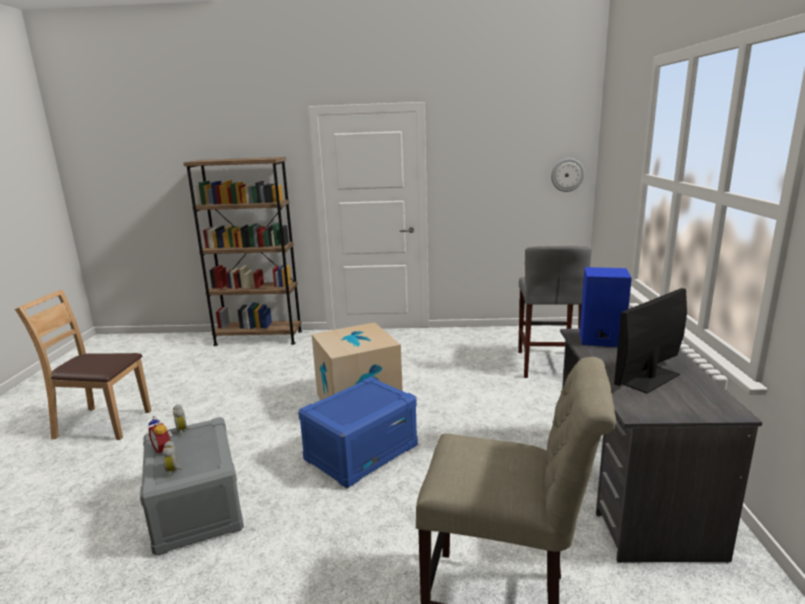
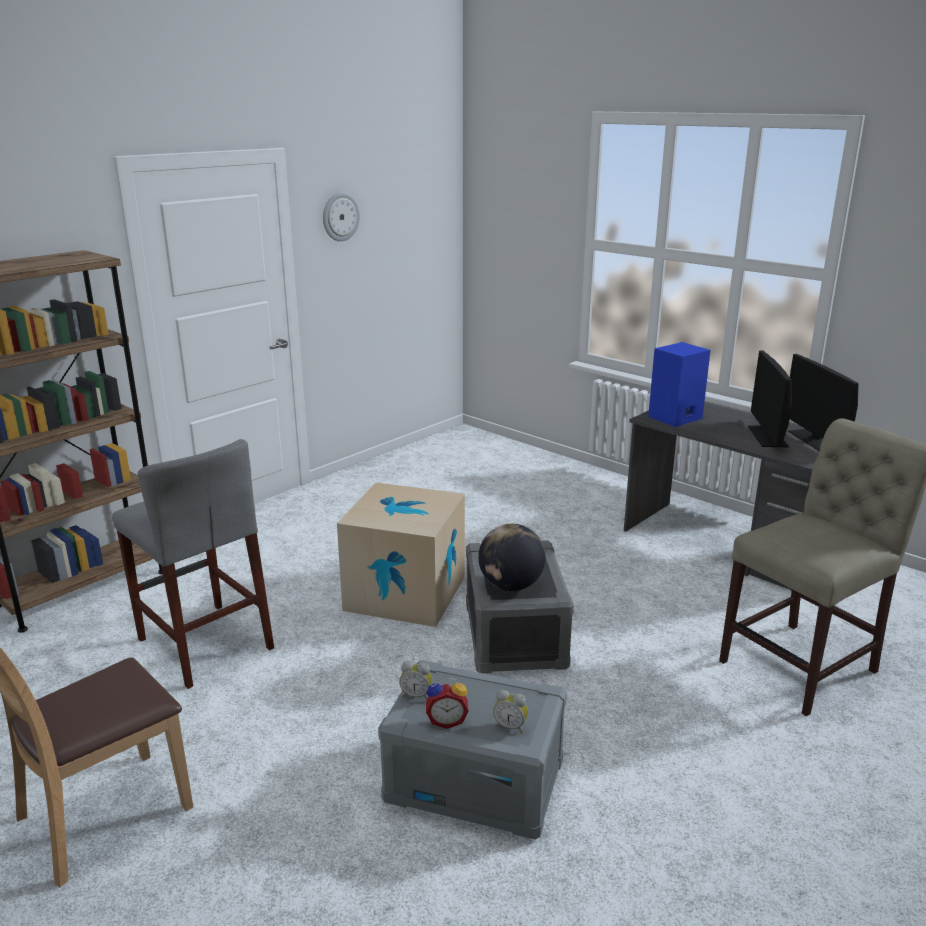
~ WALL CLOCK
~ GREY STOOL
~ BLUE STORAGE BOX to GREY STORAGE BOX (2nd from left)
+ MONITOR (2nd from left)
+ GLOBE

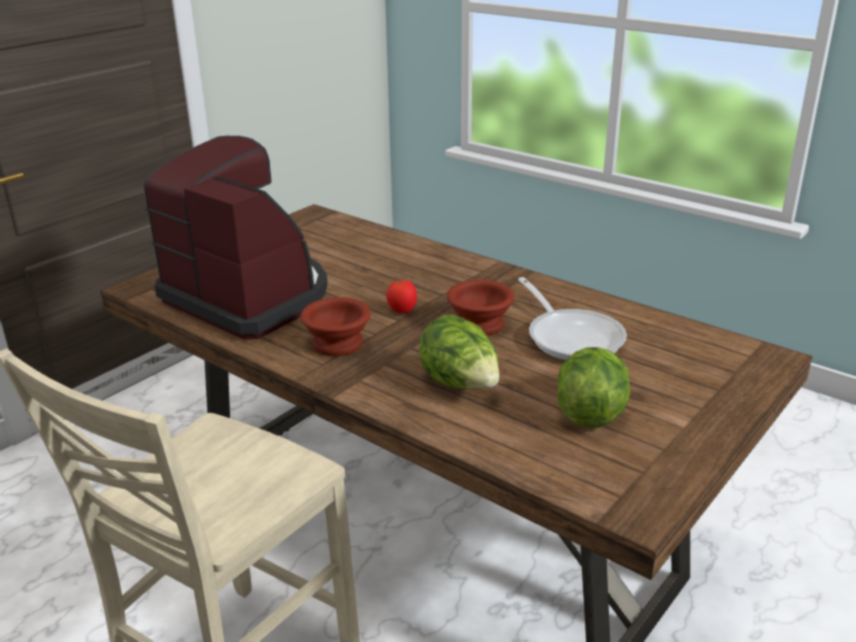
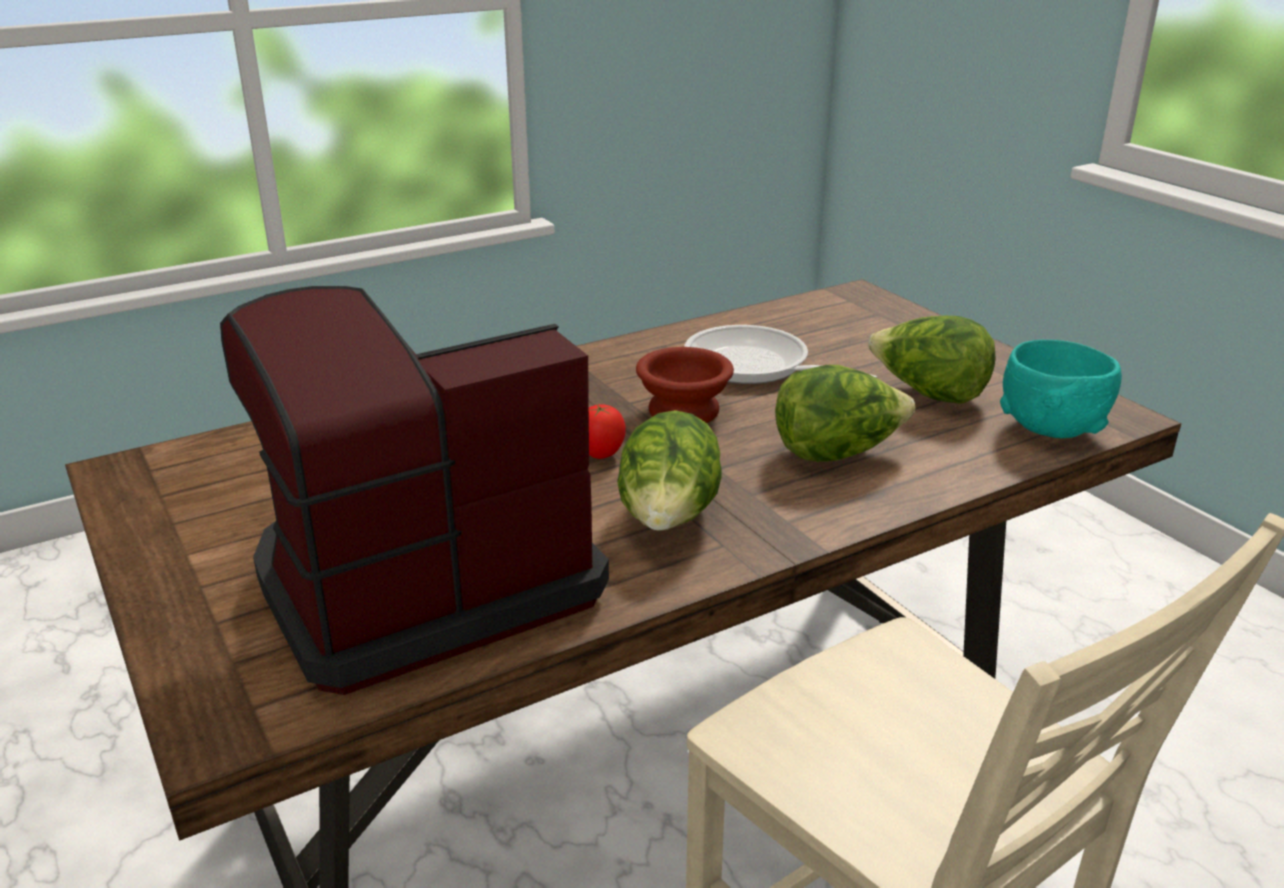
~ FRYING PAN 135 degrees counterclockwise
~ BROWN BOWL (1st from left) to LETTUCE (1st from left)
+ TURQUOISE BOWL

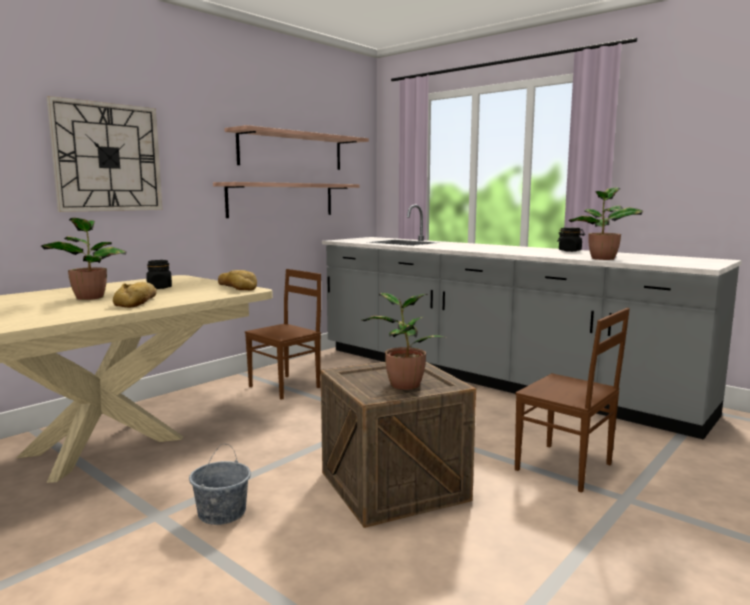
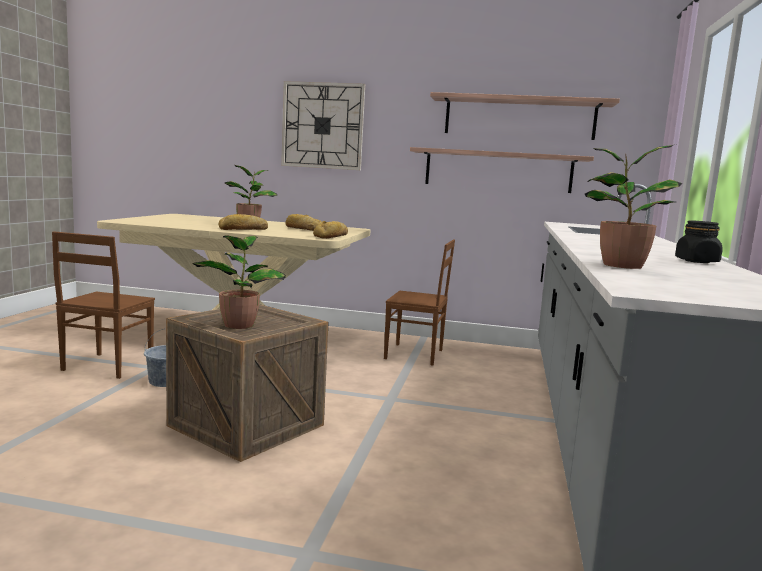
~ BLACK JAR (1st from left) to BREAD (2nd from left)
~ BROWN CHAIR (2nd from left in the first image) to BROWN CHAIR (1st from left)

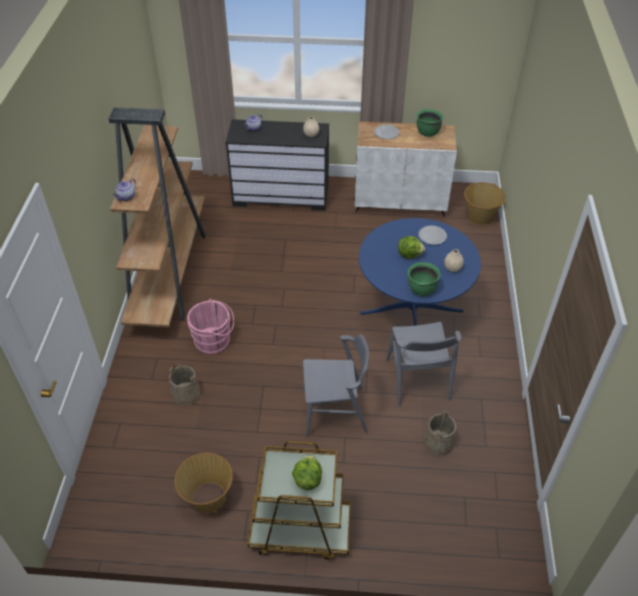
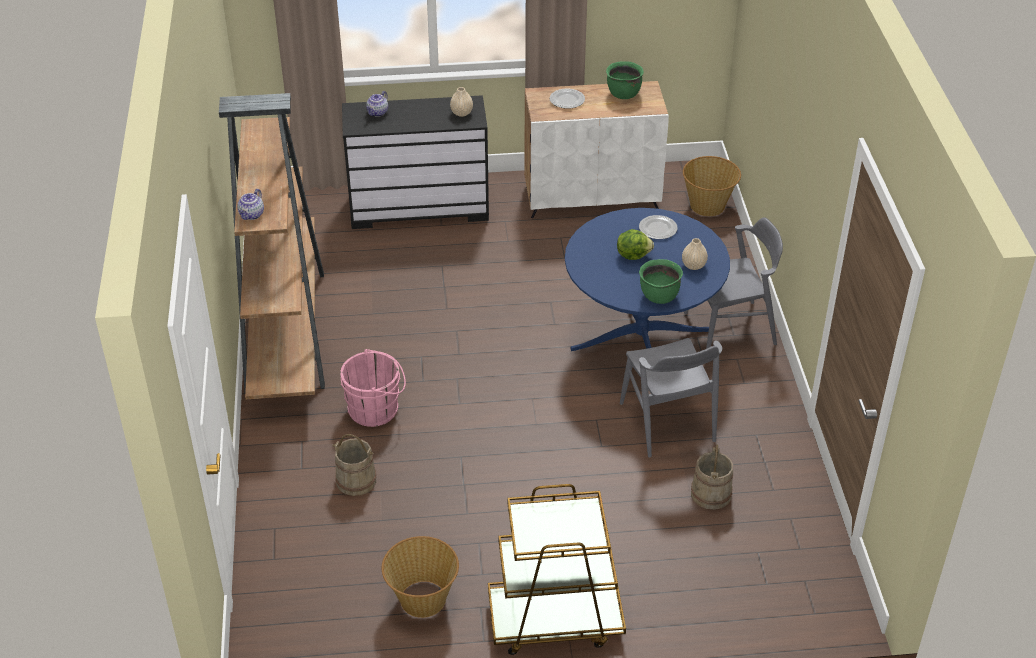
~ GREY CHAIR (1st from left in the first image) to GREY CHAIR (2nd from left)
- LETTUCE (1st from left)

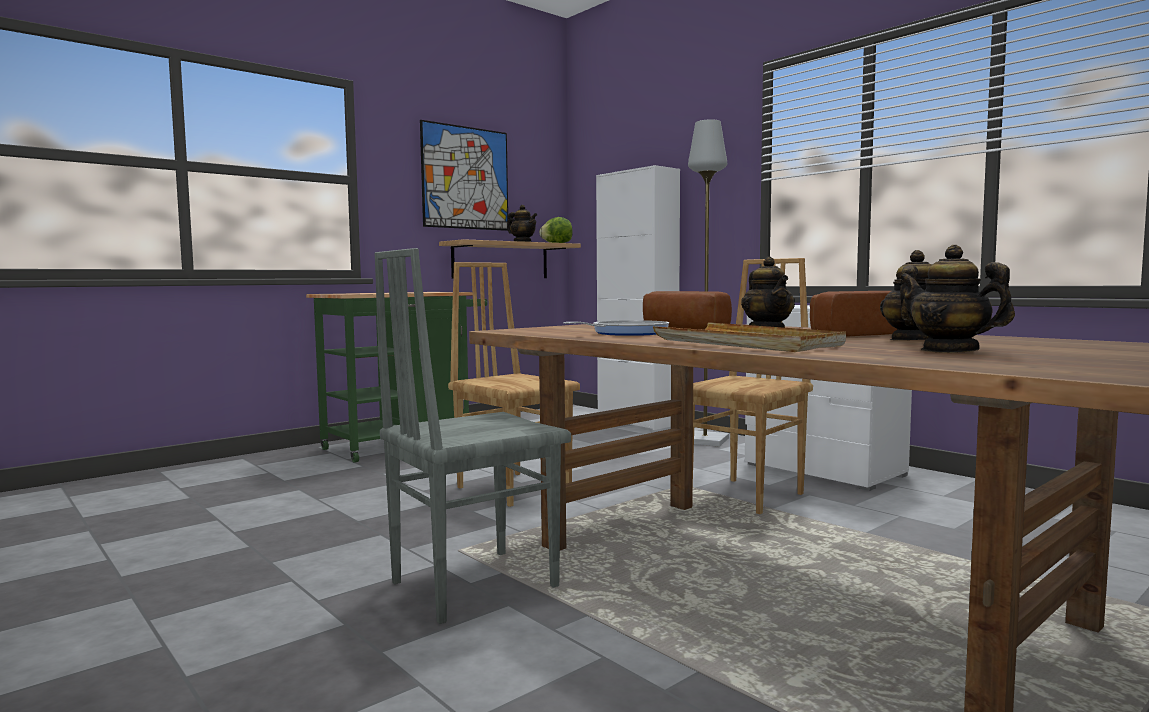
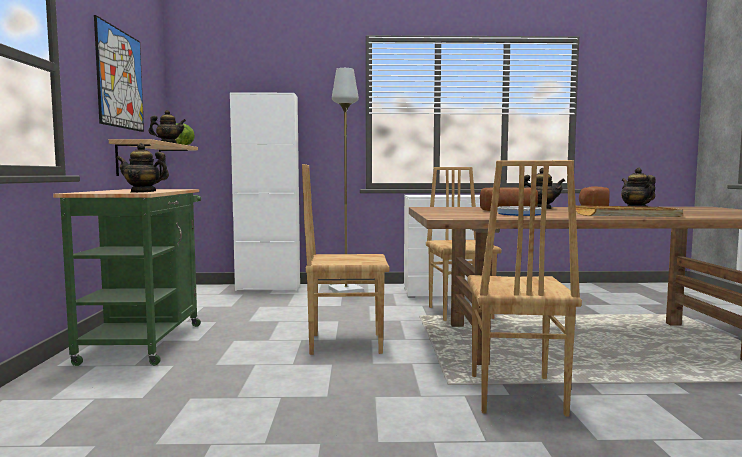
~ TEAPOT (4th from left in the first image) to TEAPOT (1st from left)
~ GREY CHAIR to BROWN CHAIR (3rd from left)

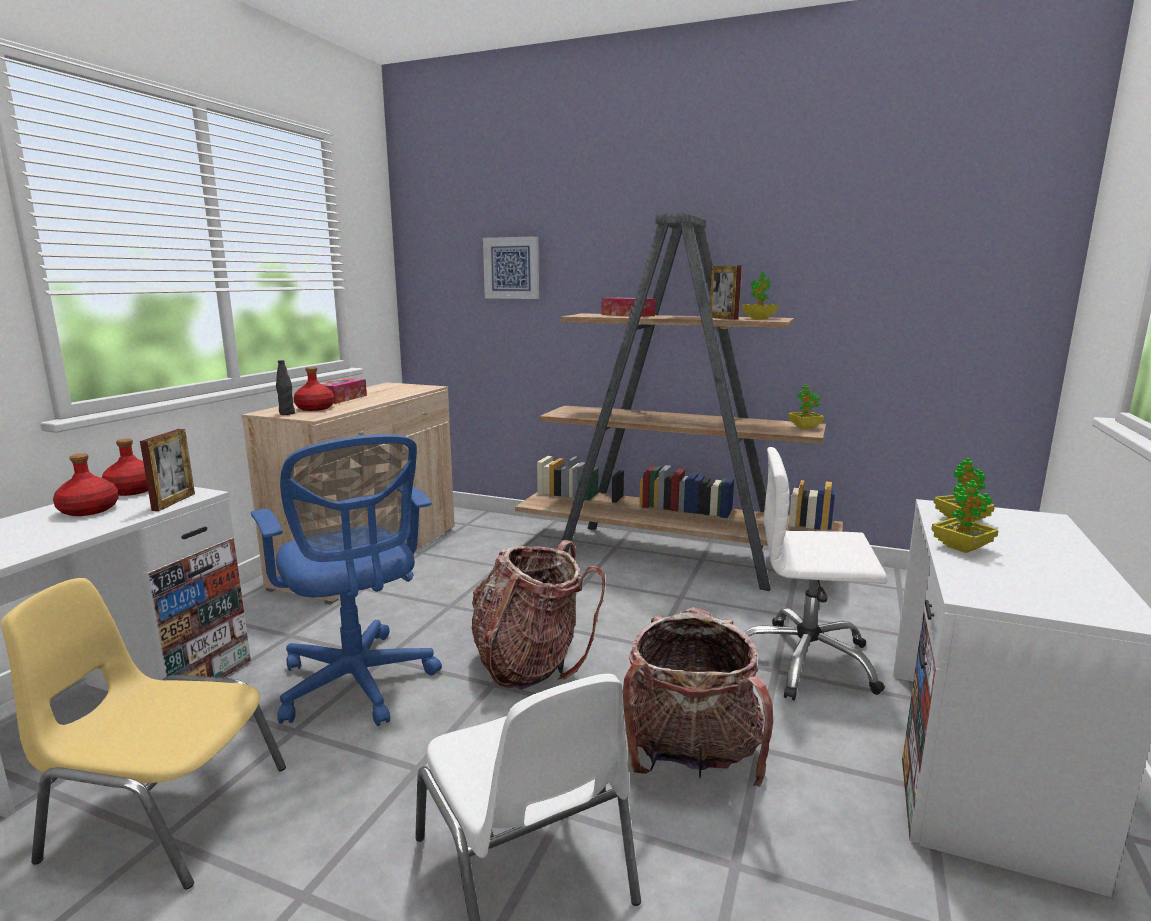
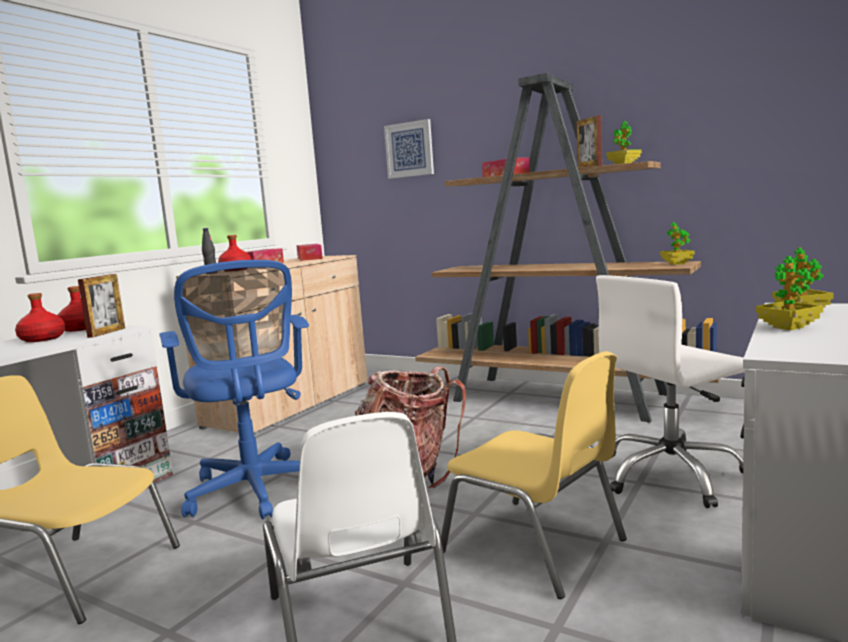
~ WHITE OFFICE CHAIR 45 degrees counterclockwise
~ BACKPACK (2nd from left) to YELLOW CHAIR (2nd from left)
+ TISSUE BOX (2nd from left)

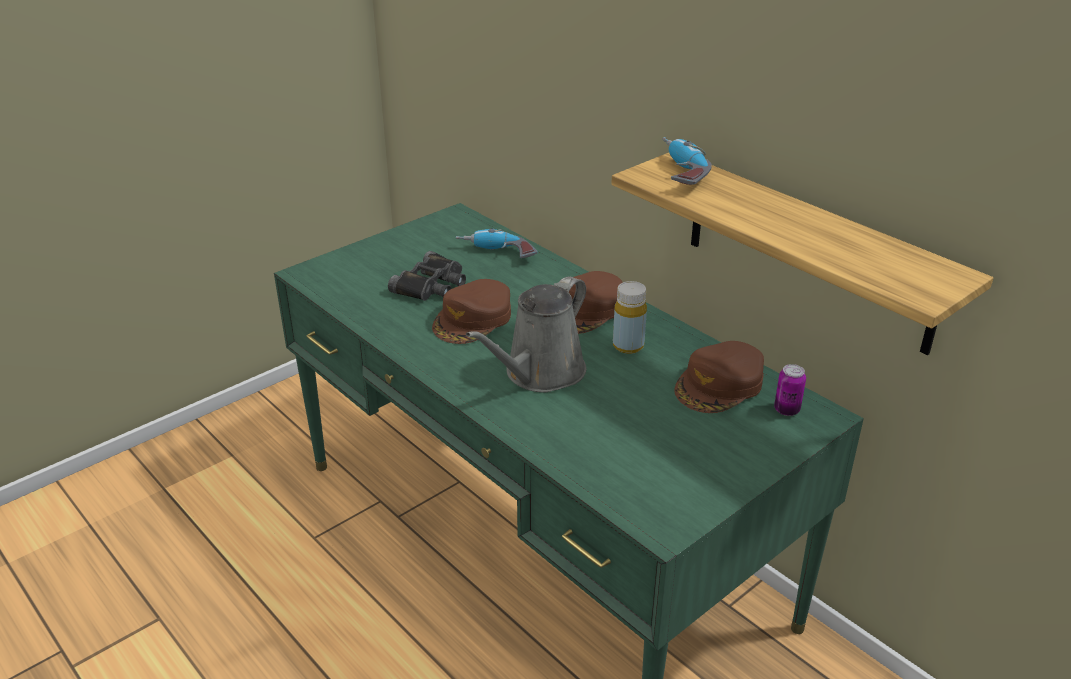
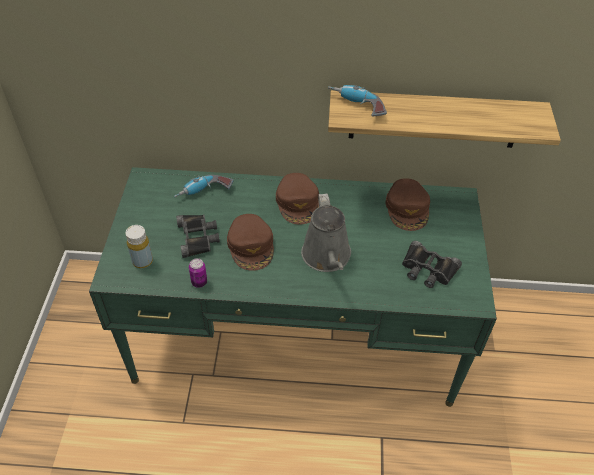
~ YELLOW BOTTLE
~ CAN
+ BLACK BINOCULARS (2nd from left)

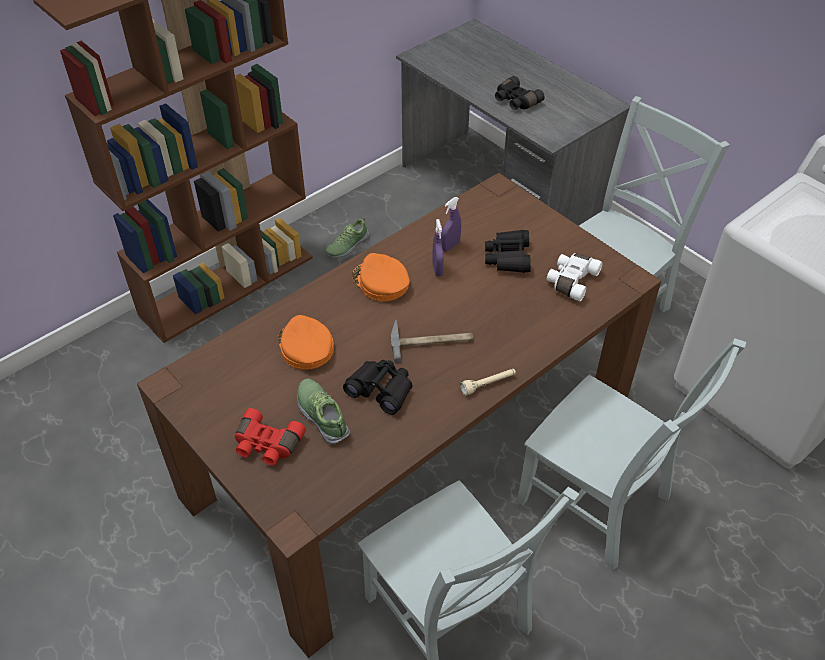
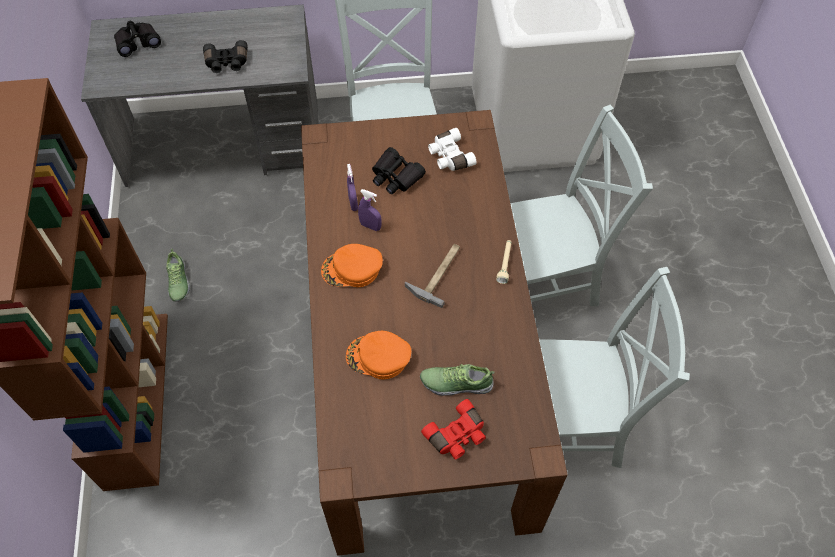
~ BLACK BINOCULARS (1st from left)

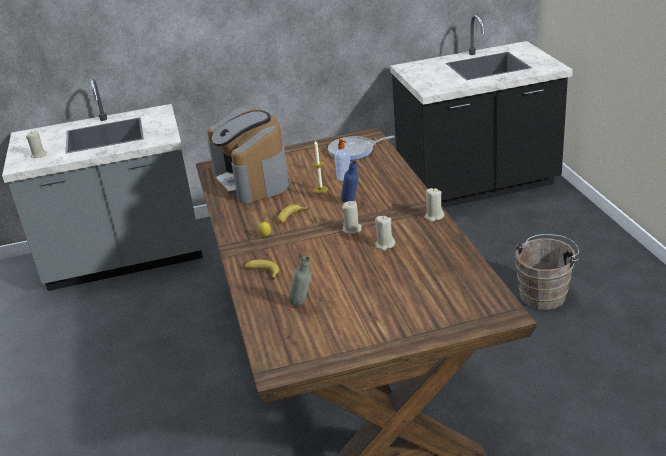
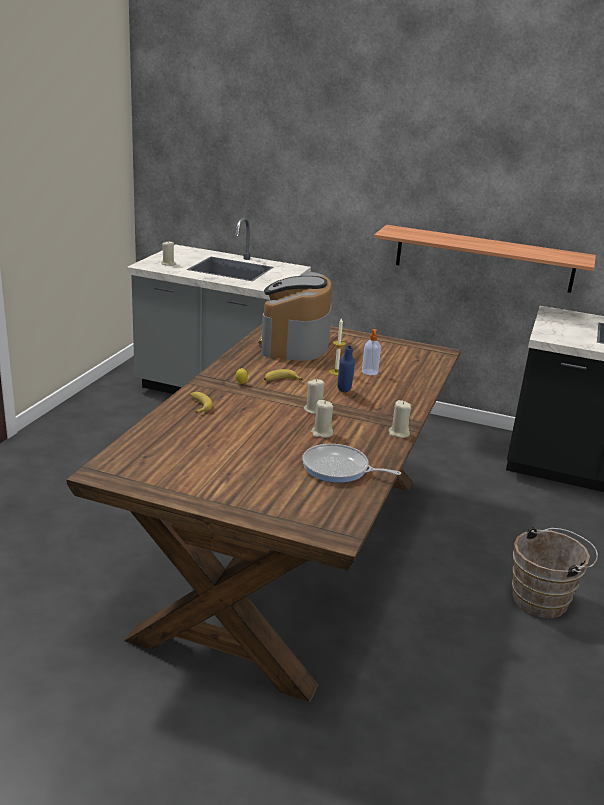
~ FRYING PAN
- GREY BOTTLE
+ SHELF

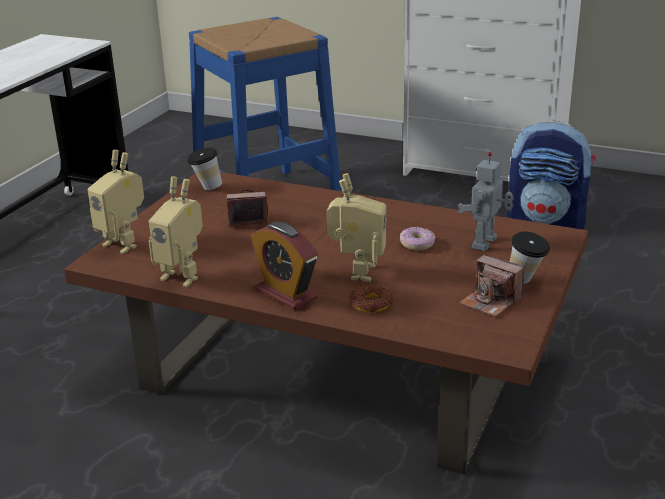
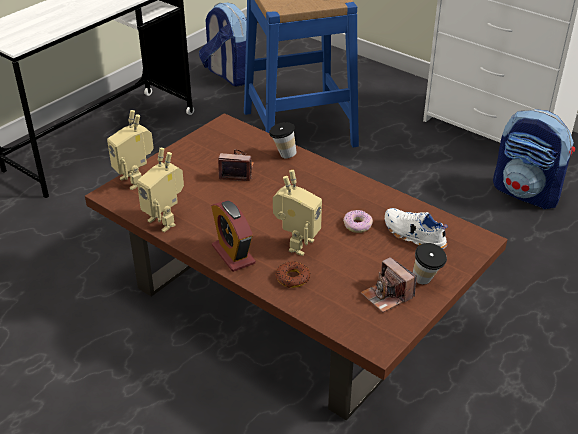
~ CUP (1st from left)
~ TOY ROBOT (4th from left) to WHITE SHOE
+ BACKPACK (1st from left)

